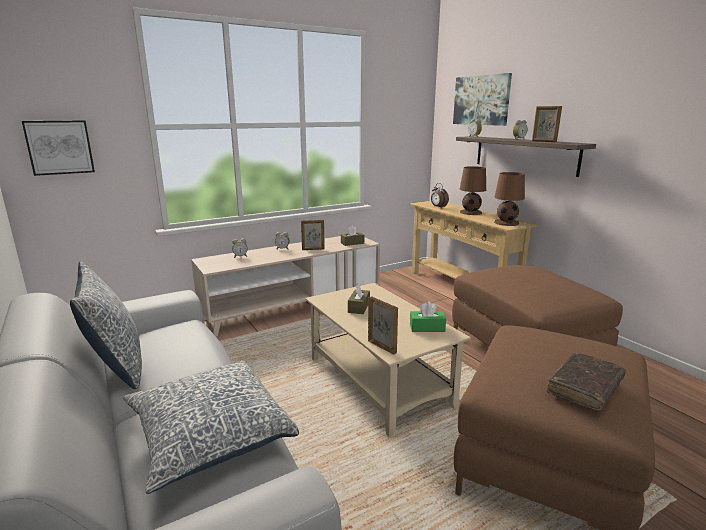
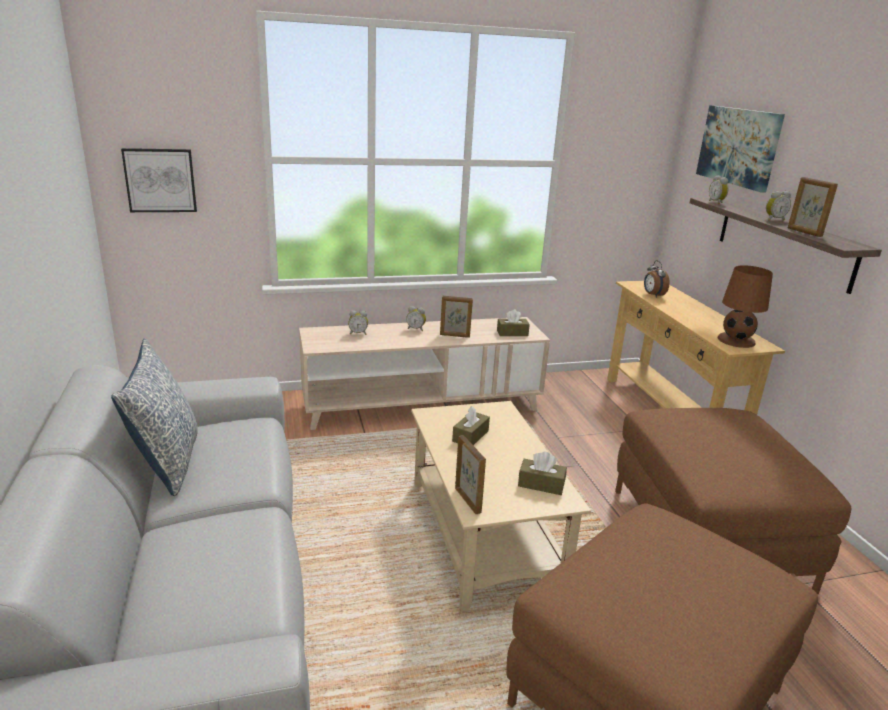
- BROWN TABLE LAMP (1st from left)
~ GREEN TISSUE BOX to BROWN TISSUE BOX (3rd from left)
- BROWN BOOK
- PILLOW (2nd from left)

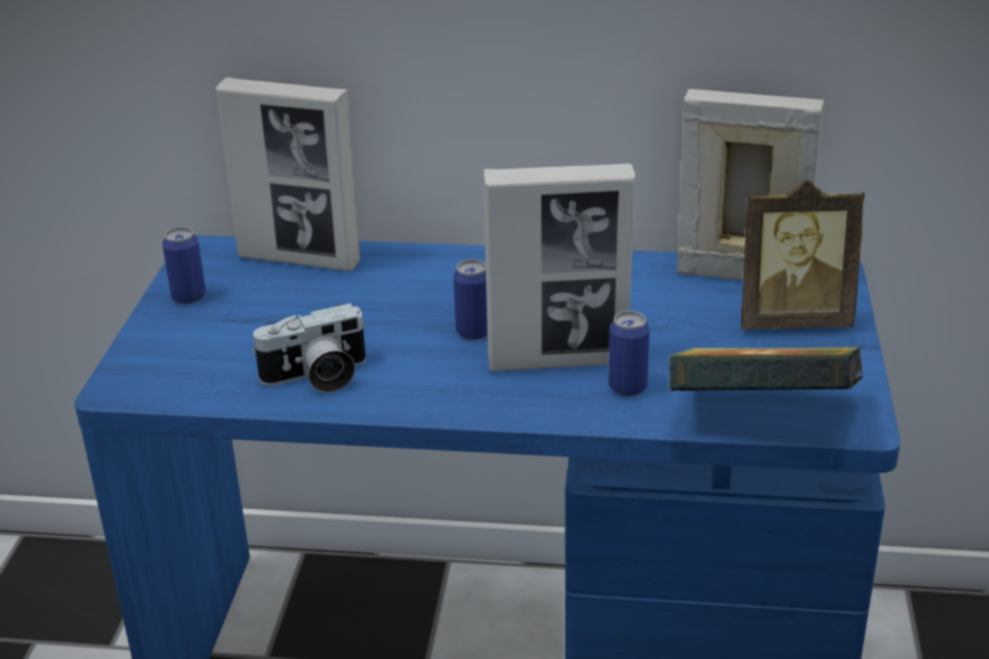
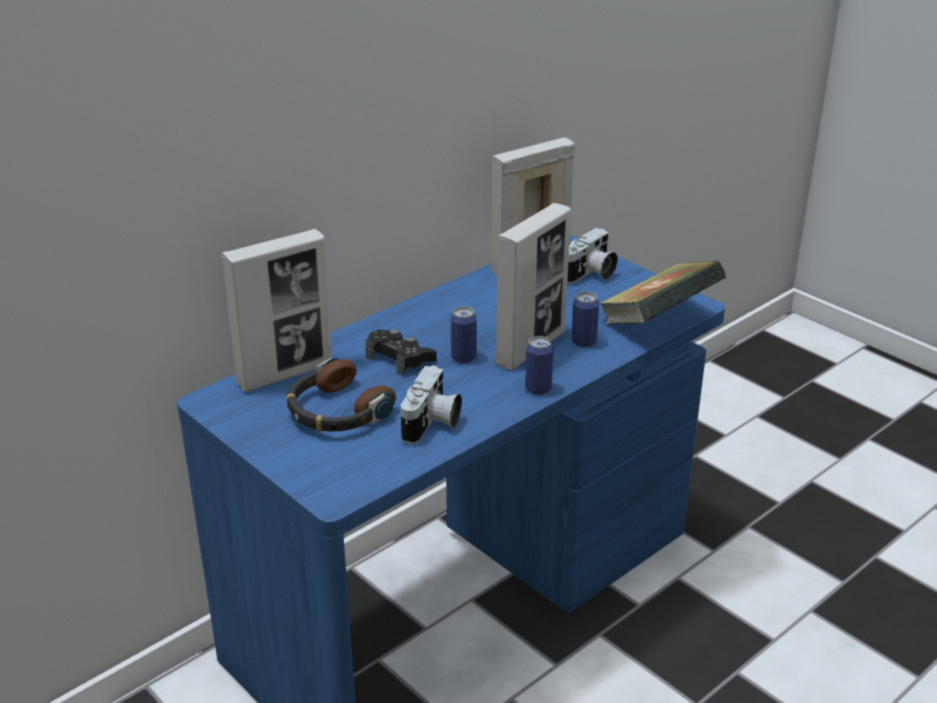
~ PICTURE FRAME (4th from left) to PHOTO CAMERA (2nd from left)
~ CAN (1st from left in the first image) to CAN (2nd from left)
+ BLACK GAME CONTROLLER
+ HEADPHONES

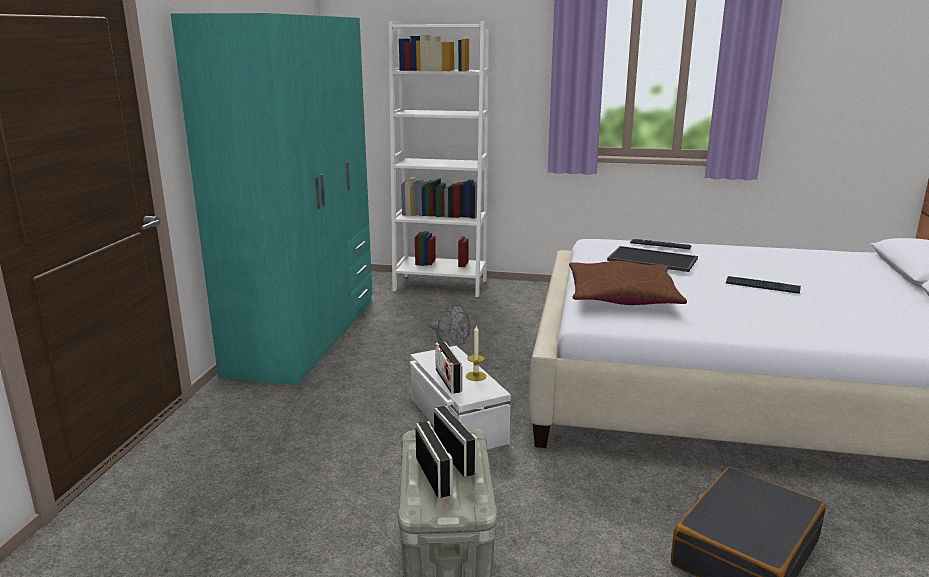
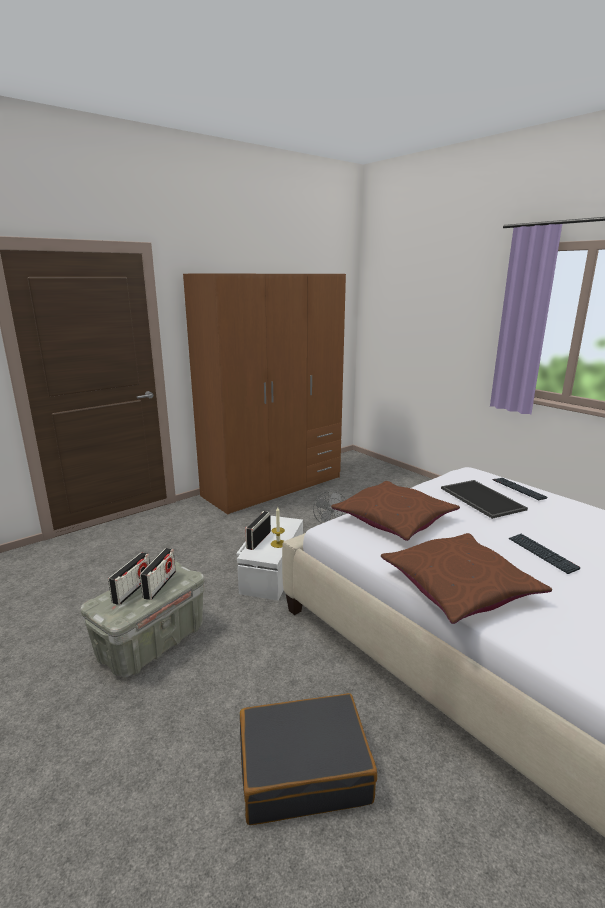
~ TURQUOISE WARDROBE to BROWN WARDROBE
- WHITE BOOKCASE
+ BROWN PILLOW (2nd from left)

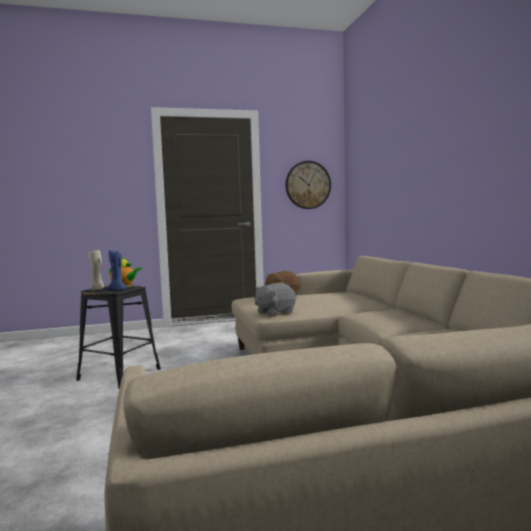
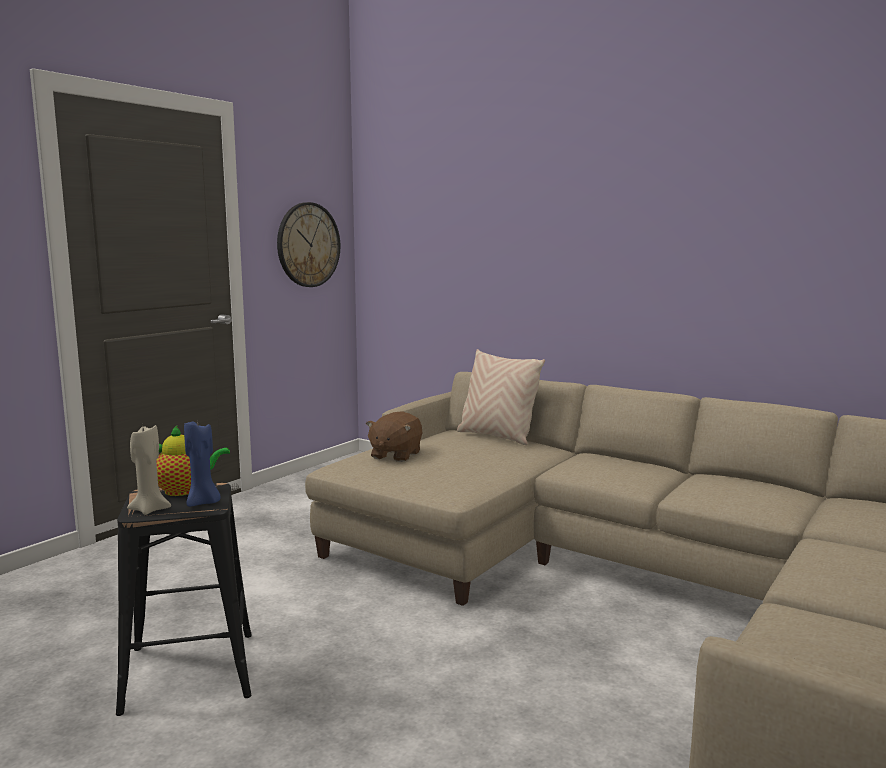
- GREY PLUSH TOY
+ BEIGE PILLOW

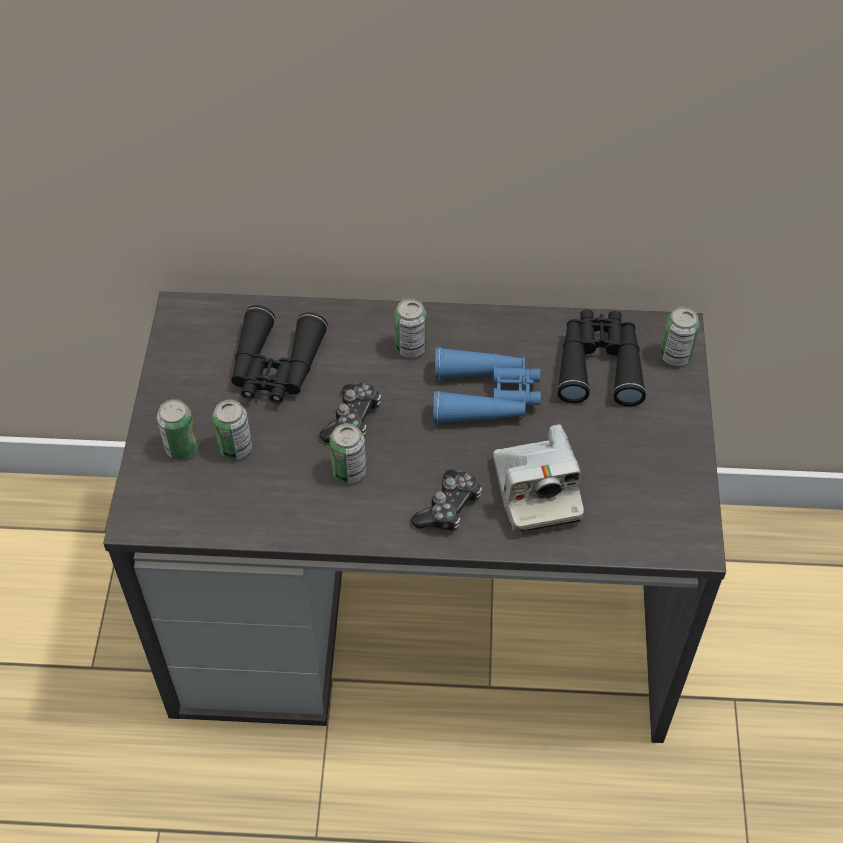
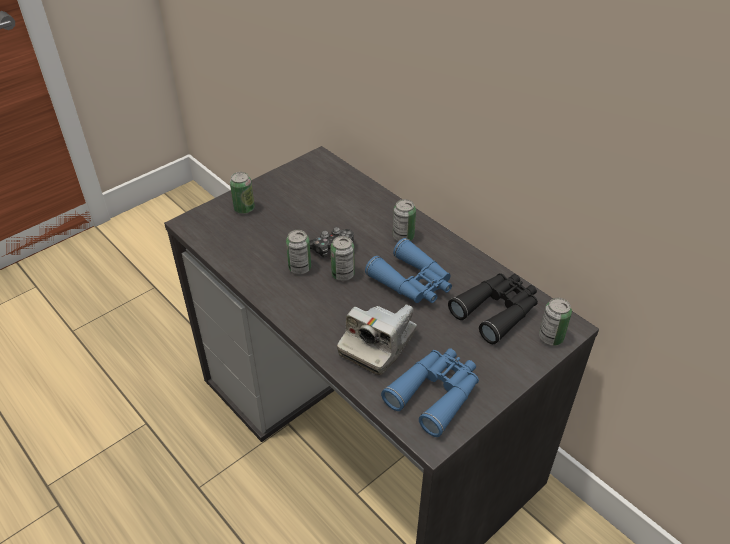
- BLACK BINOCULARS (1st from left)
~ CAN (2nd from left in the first image) to CAN (3rd from left)
- GAME CONTROLLER (2nd from left)
+ BLUE BINOCULARS (2nd from left)

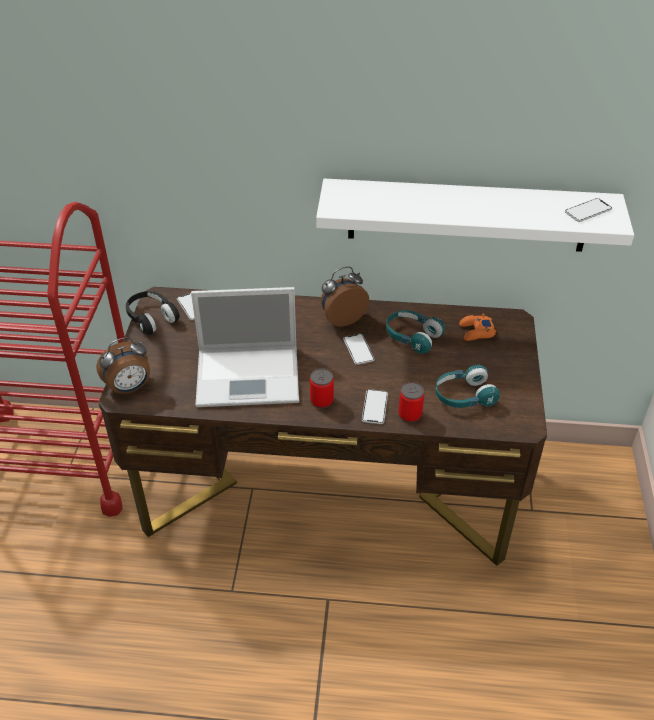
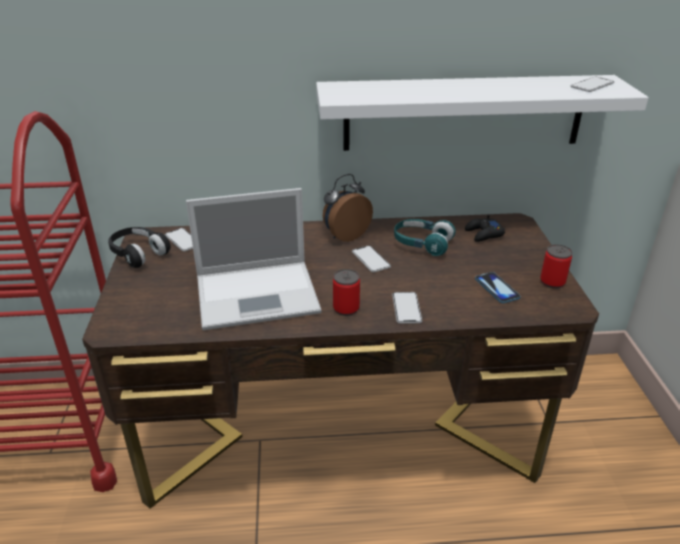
~ ORANGE GAME CONTROLLER to BLACK GAME CONTROLLER
- ALARM CLOCK (1st from left)
~ TURQUOISE HEADPHONES (2nd from left) to PHONE (4th from left)
~ CAN (2nd from left)

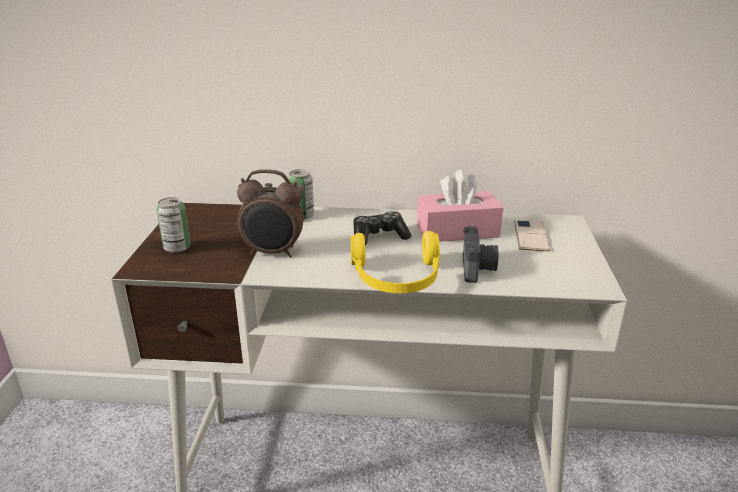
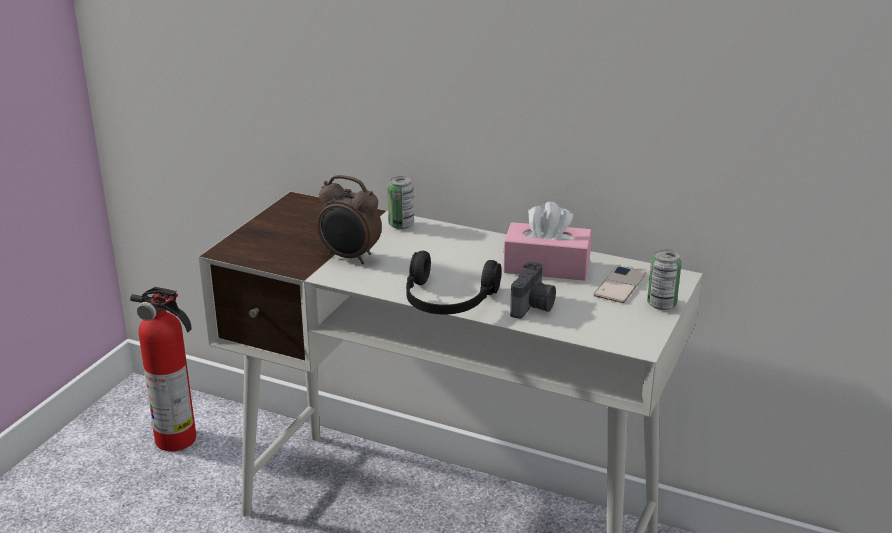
~ CAN (1st from left in the first image) to CAN (2nd from left)
- GAME CONTROLLER
~ YELLOW HEADPHONES to BLACK HEADPHONES
+ FIRE EXTINGUISHER

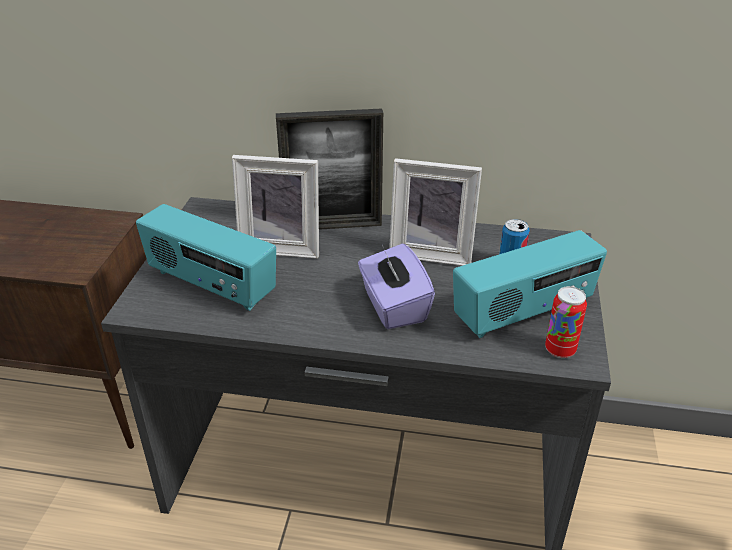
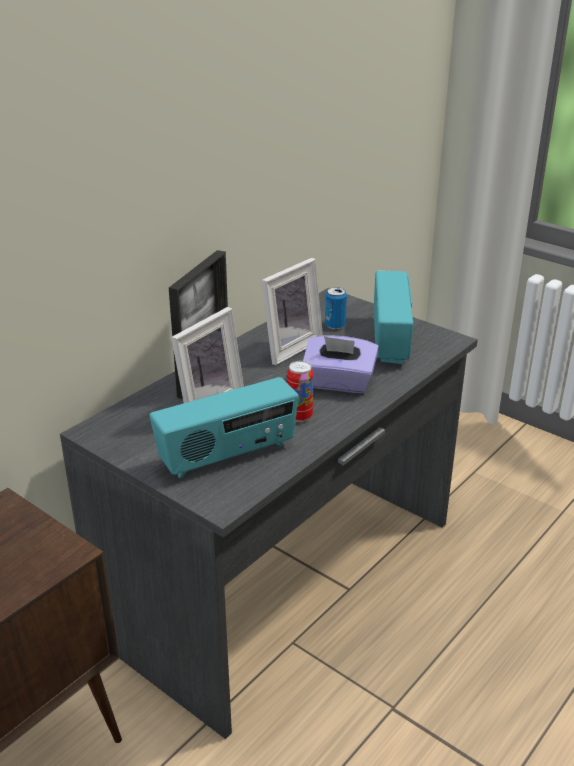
~ CAN (2nd from left in the first image) to CAN (1st from left)

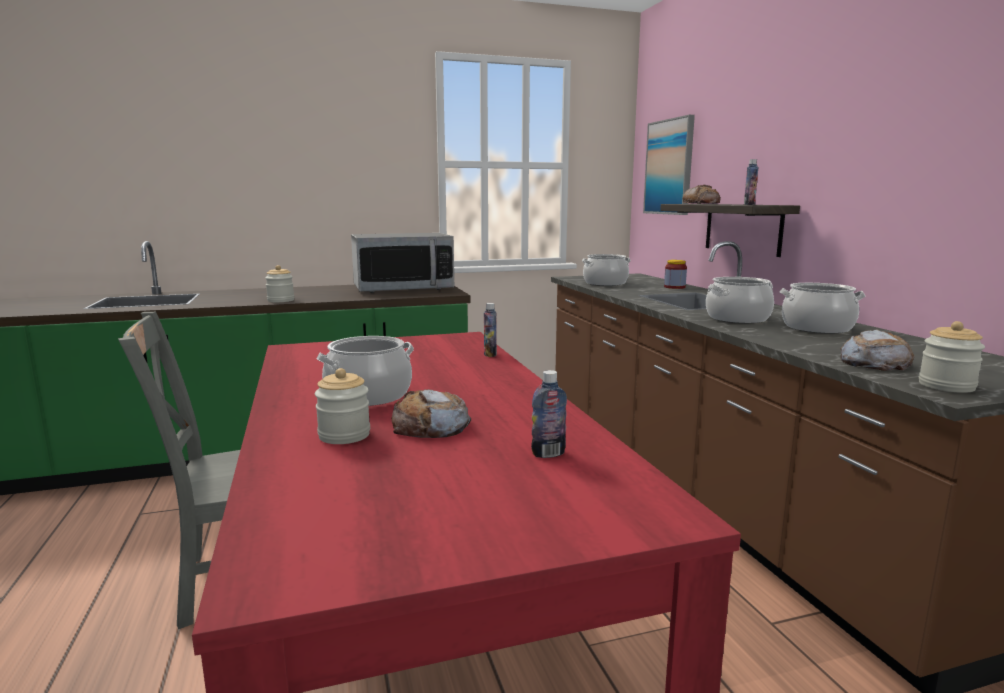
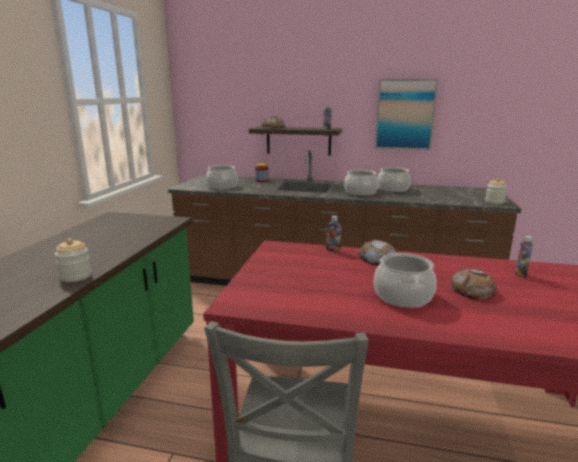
~ PICTURE
- MICROWAVE
~ BREAD (3rd from left in the first image) to BREAD (2nd from left)
- JAR (2nd from left)

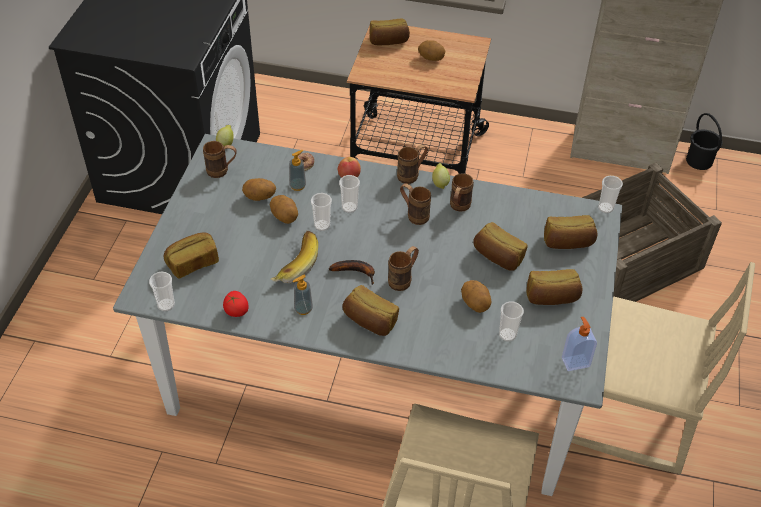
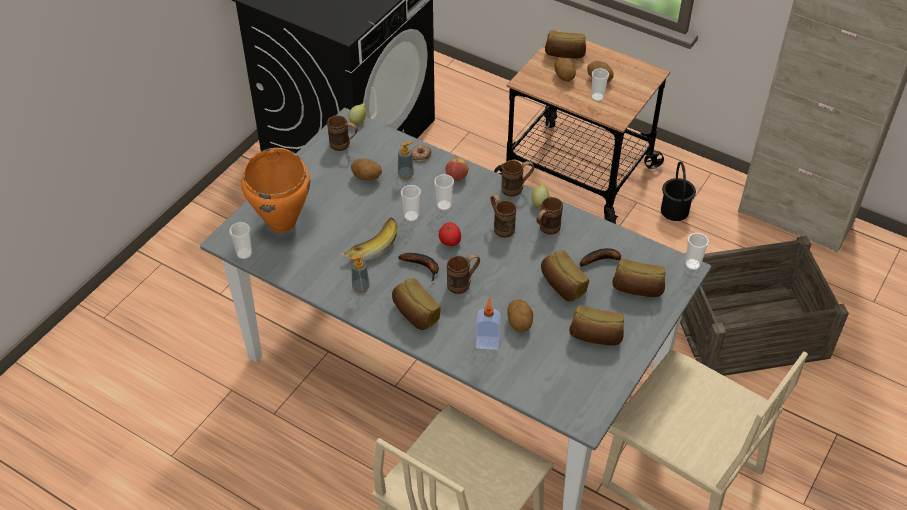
~ BLACK BUCKET
~ POTATO (2nd from left in the first image) to POTATO (3rd from left)
~ BREAD (1st from left) to ORANGE COOKING POT
~ TOMATO
~ CUP (4th from left)
~ SOAP DISPENSER (3rd from left)
+ BANANA (3rd from left)

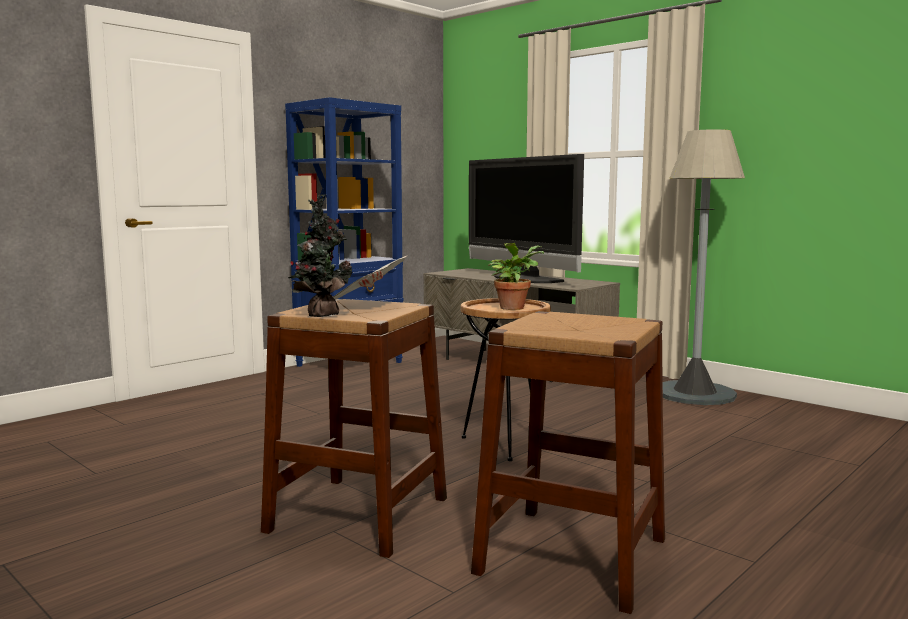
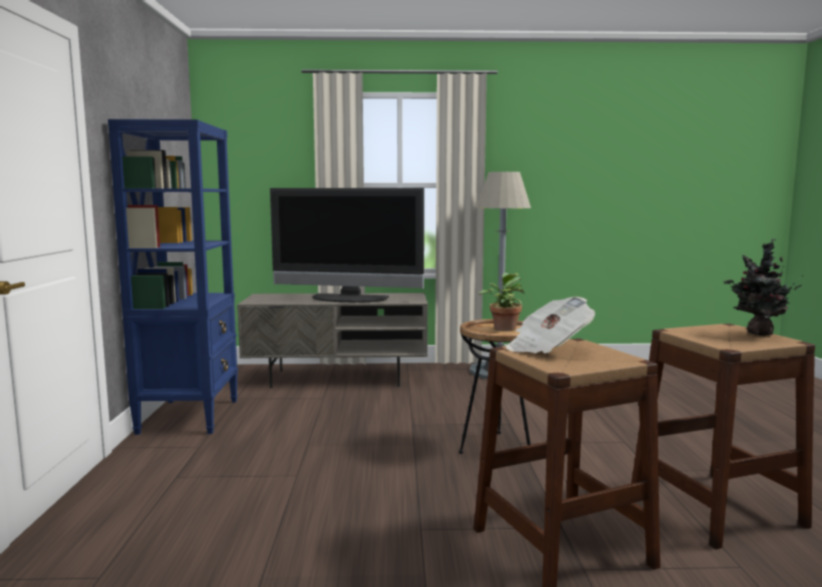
~ POTTED PLANT (1st from left in the first image) to POTTED PLANT (2nd from left)

